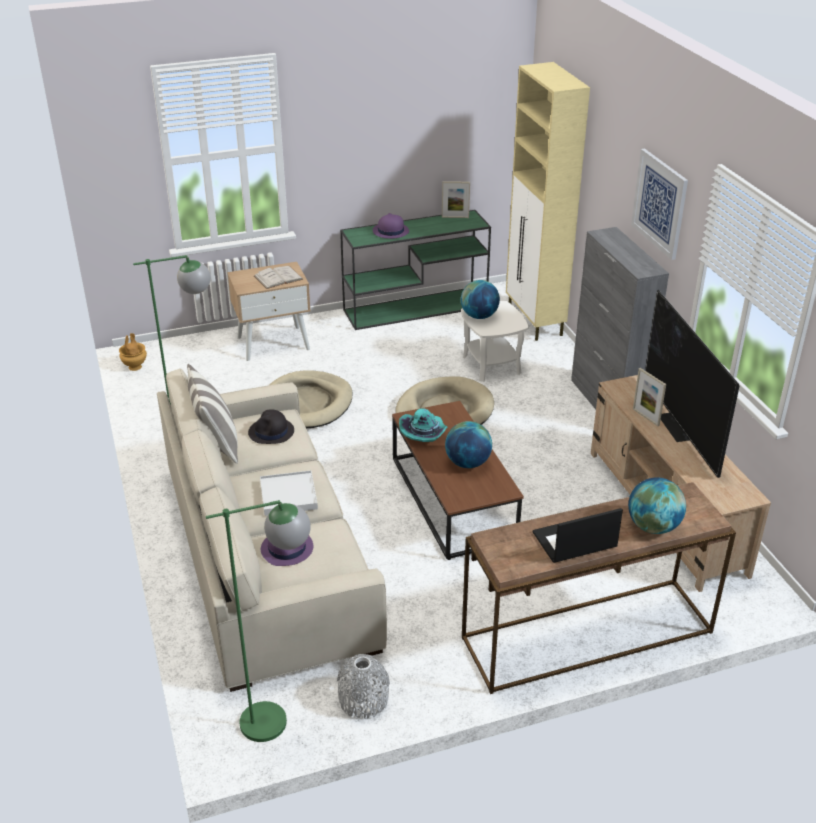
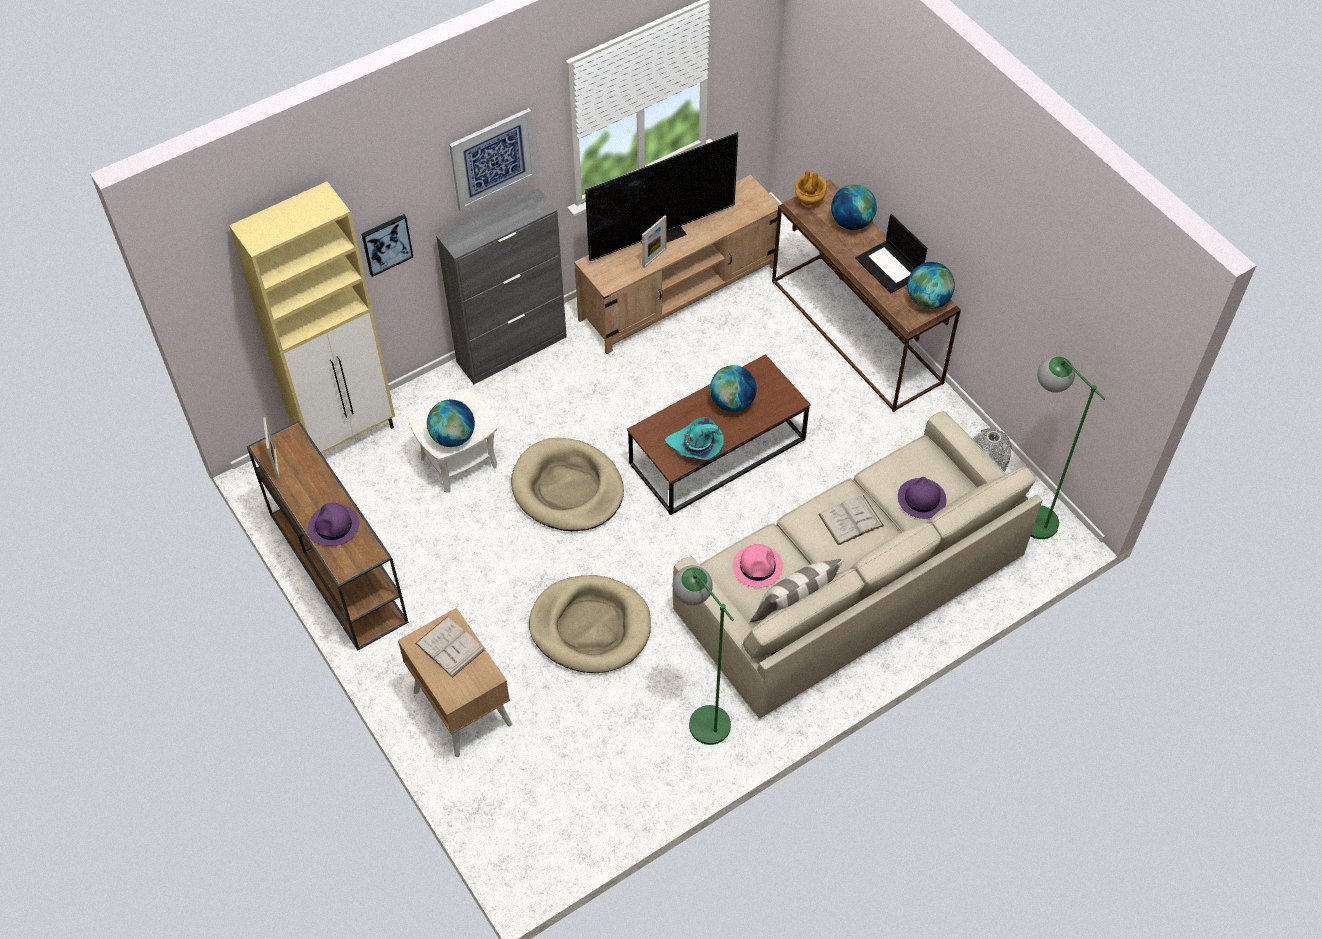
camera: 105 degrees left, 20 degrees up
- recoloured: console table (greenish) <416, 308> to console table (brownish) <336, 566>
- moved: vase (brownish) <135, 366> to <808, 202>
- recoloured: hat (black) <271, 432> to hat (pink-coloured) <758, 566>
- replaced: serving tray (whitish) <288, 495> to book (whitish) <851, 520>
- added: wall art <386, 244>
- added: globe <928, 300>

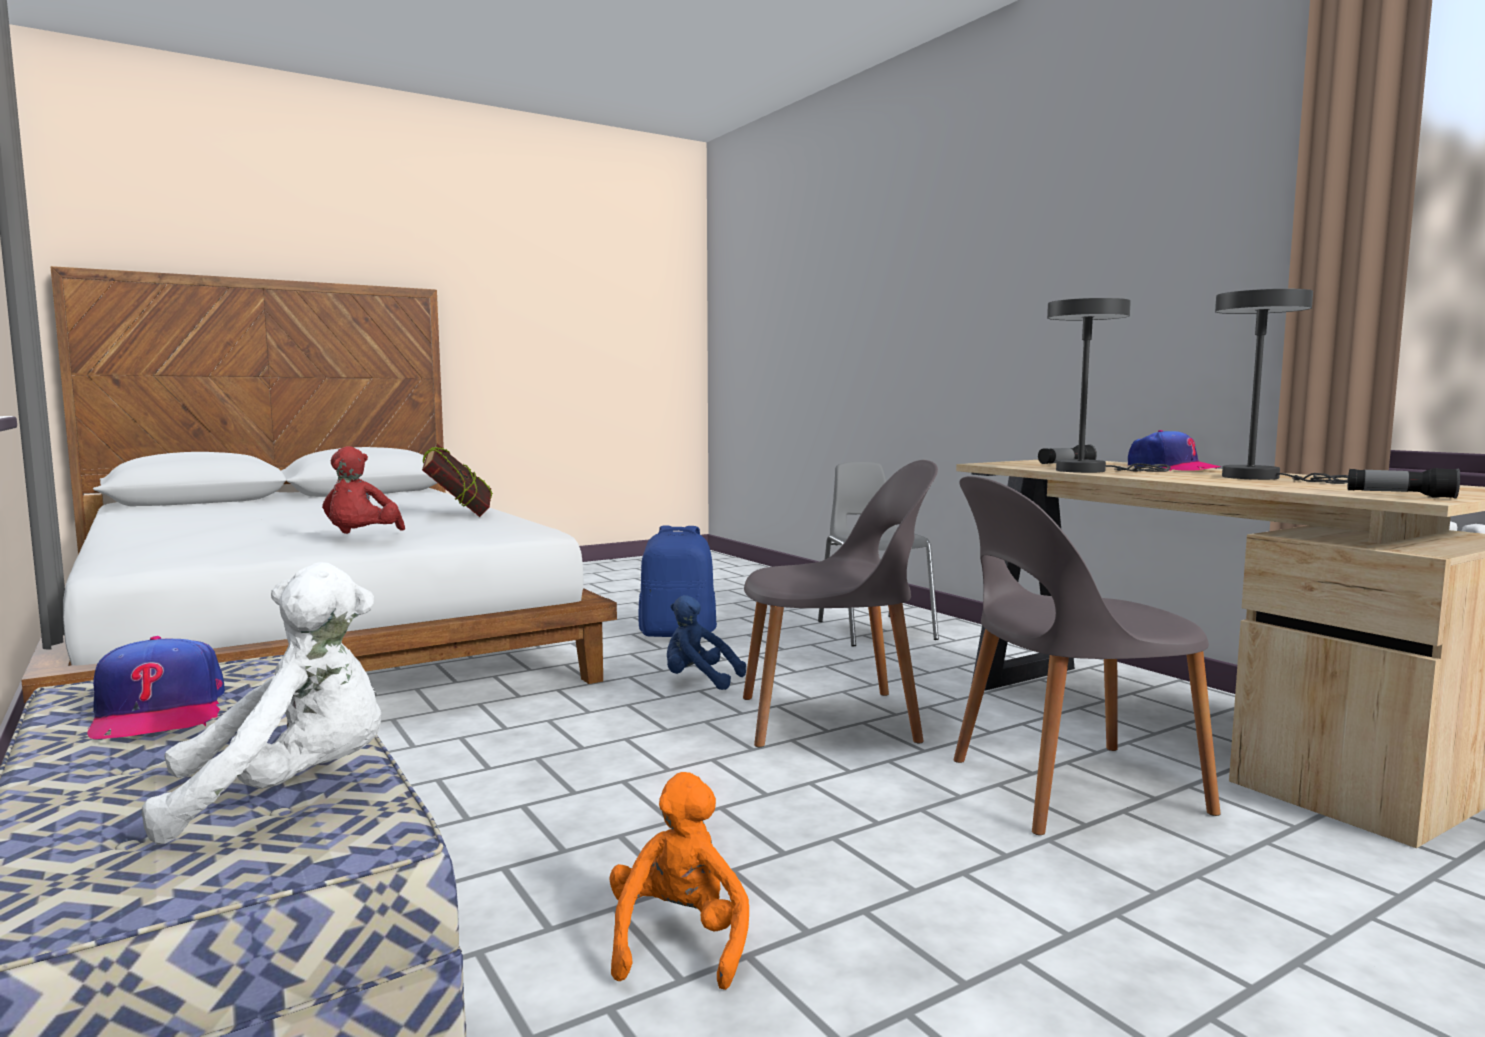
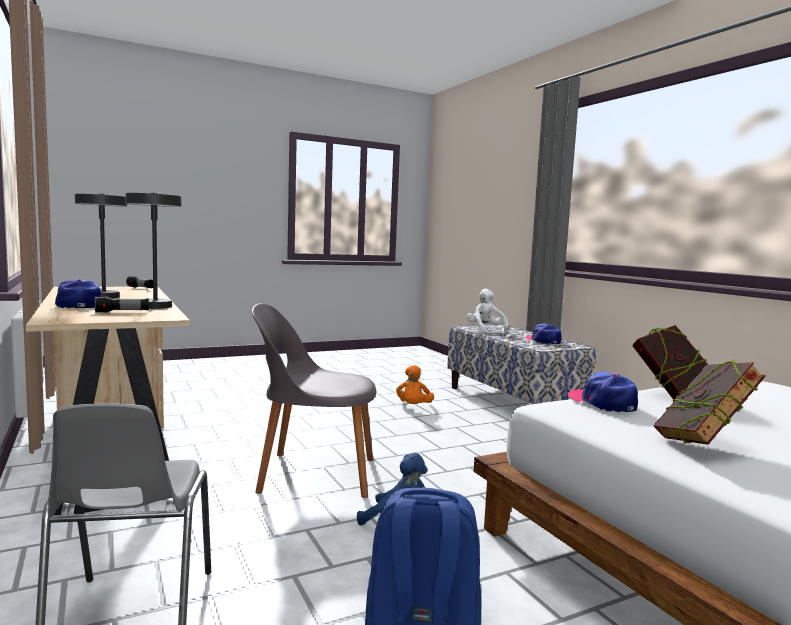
camera: 175 degrees left, 0 degrees up
- replaced: soft toy (red) <361, 539> to book <671, 395>
- removed: plain chair (grey) <1069, 787>
- turned: soft toy (whitish) <288, 792> = <485, 330> 90 degrees clockwise
- added: cap <602, 402>

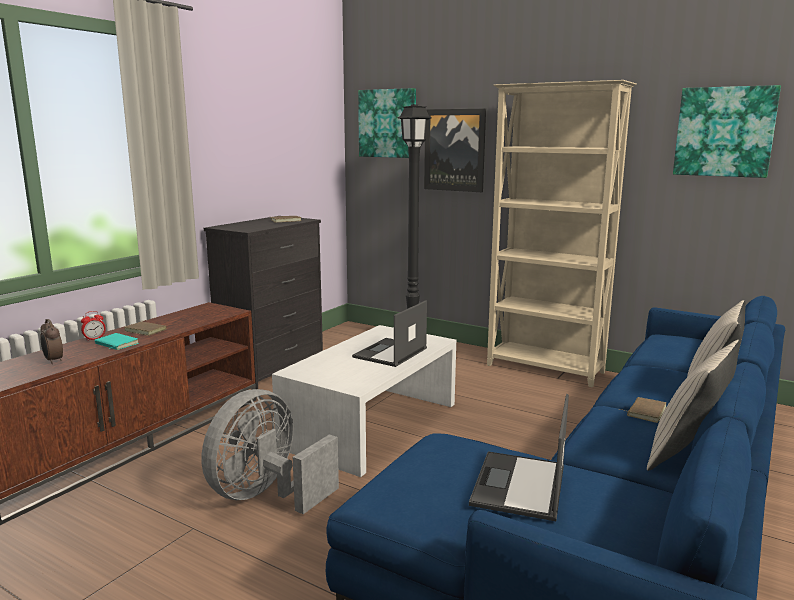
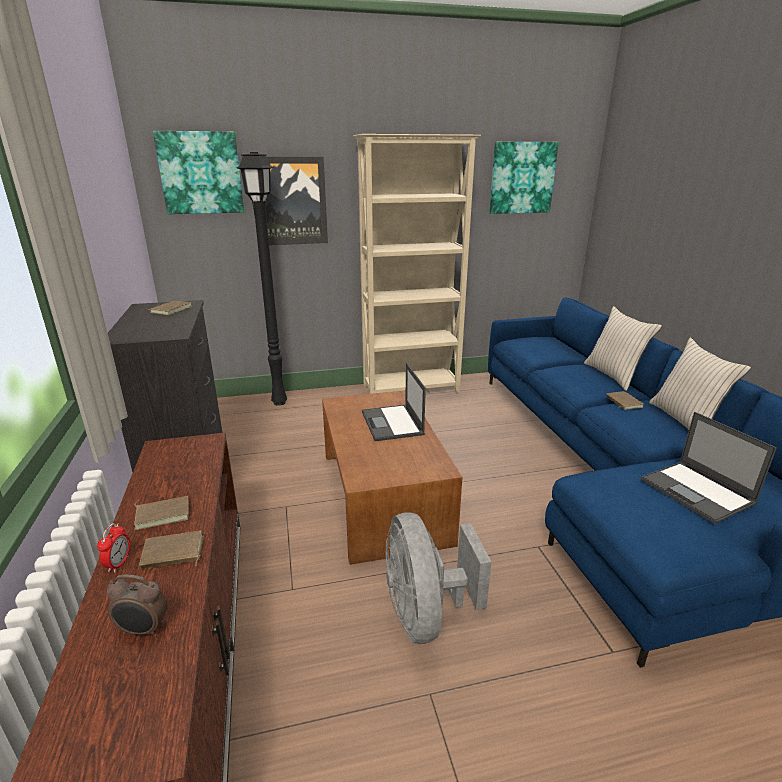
camera: 45 degrees left, 10 degrees up
- recoloured: low table (whitish) <372, 425> to low table (brownish) <384, 495>
- recoloured: book (blue-green) <115, 344> to book (brownish) <172, 554>

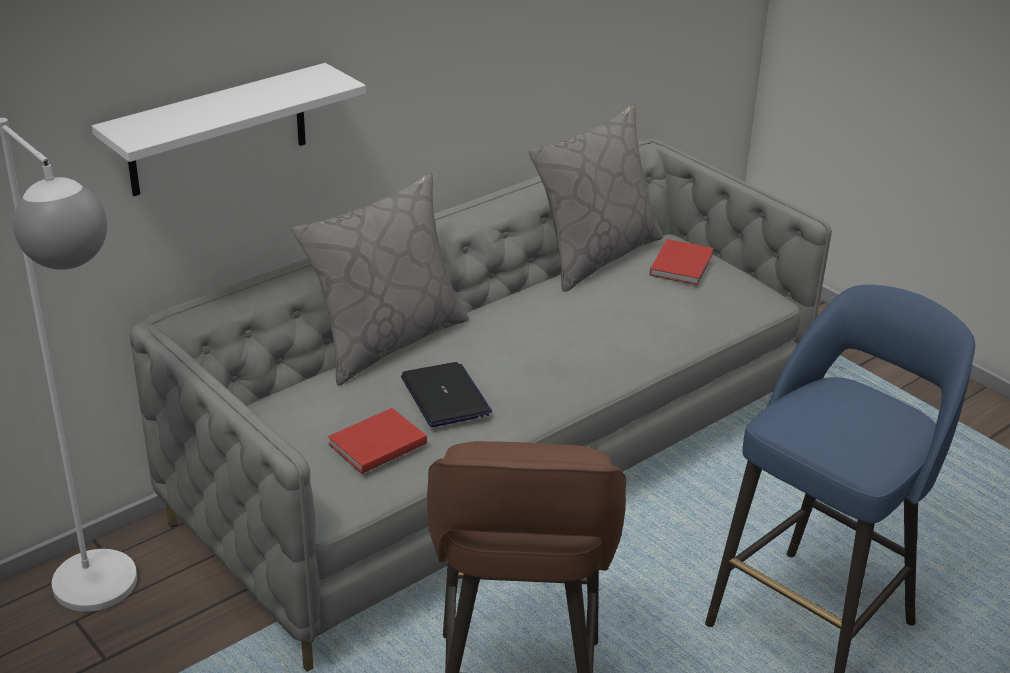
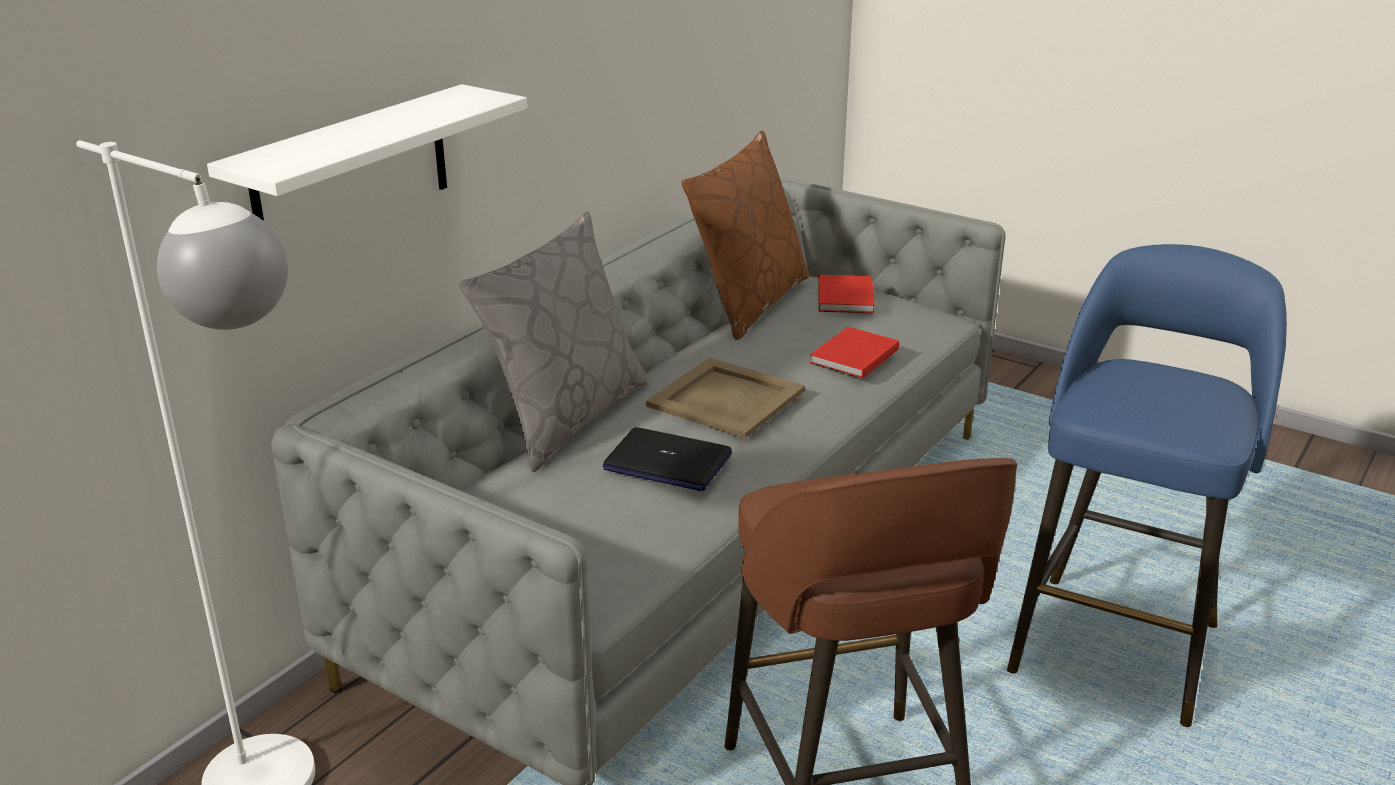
camera: 15 degrees left, 5 degrees down
- recoloured: pillow (grey) <595, 256> to pillow (brownish) <748, 302>
- turned: portable computer <445, 396> = <667, 462> 150 degrees clockwise
- moved: book (red) <374, 444> to <852, 357>
- added: serving tray (beige-coloured) <726, 397>

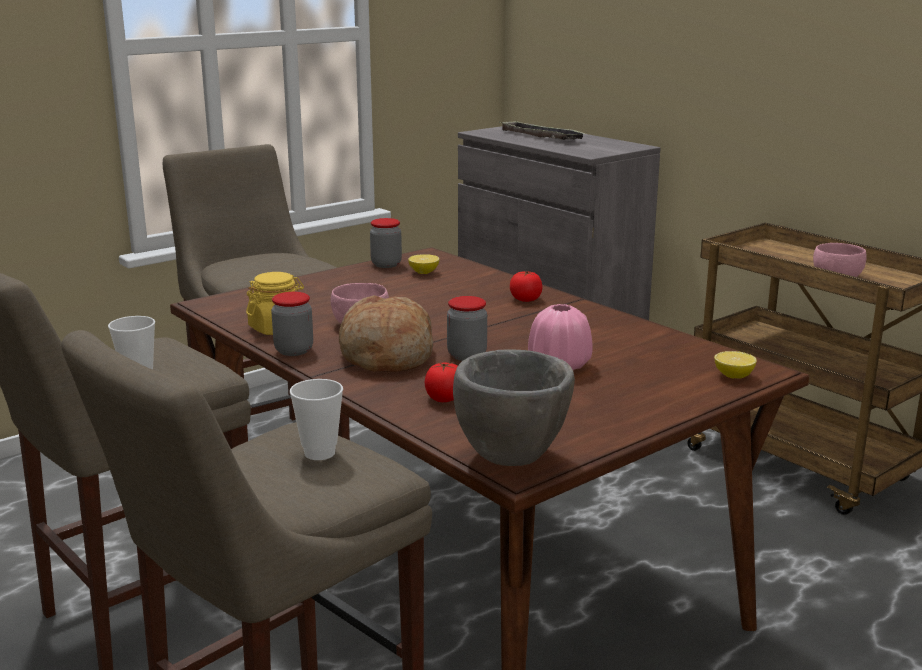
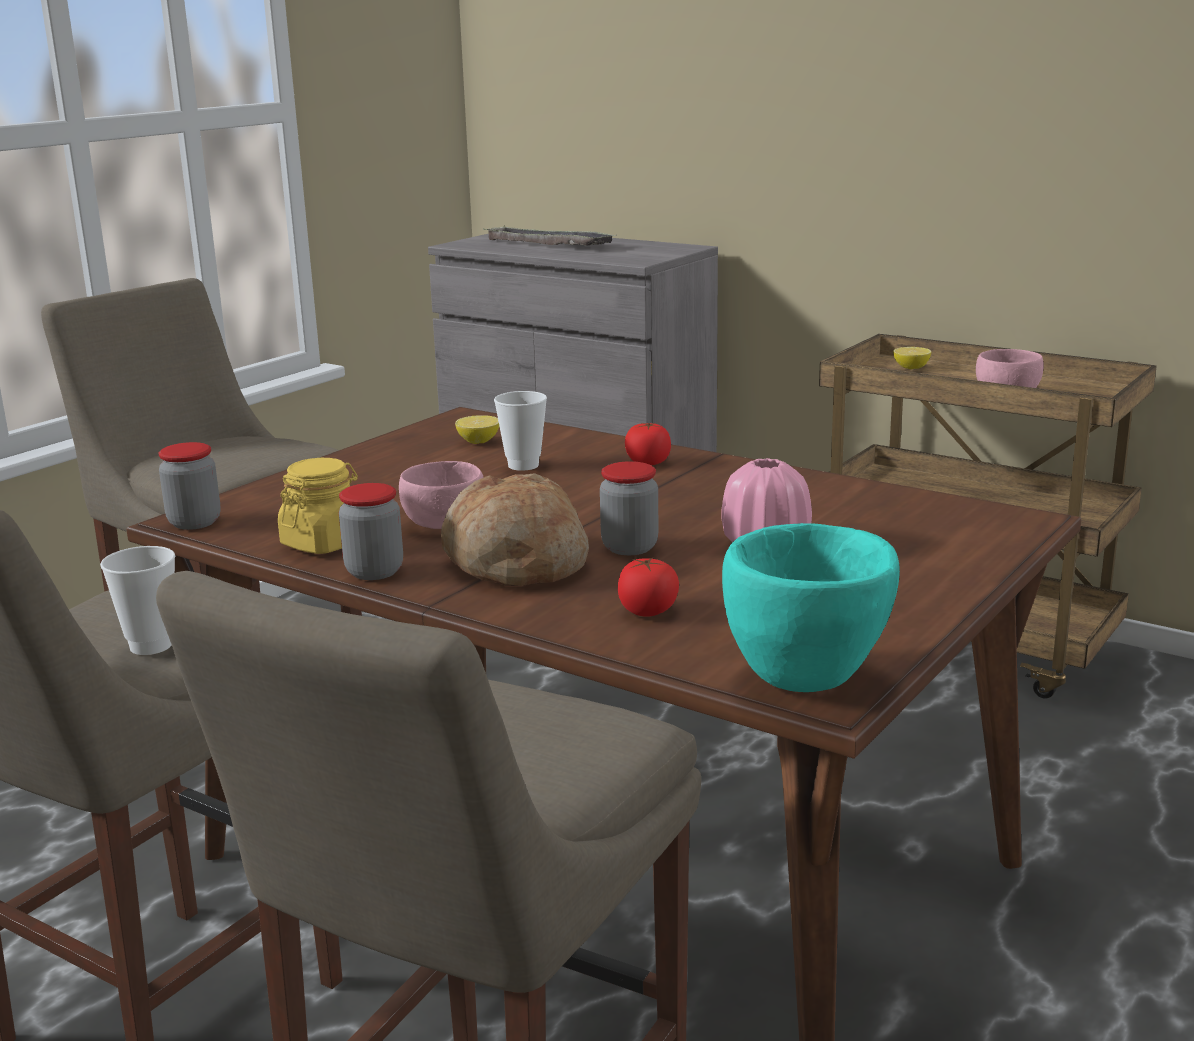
camera: 15 degrees left, 0 degrees up
- moved: storage jar <386, 264> to <194, 522>
- recoloured: deep dish (grey) <512, 458> to deep dish (blue-green) <806, 680>
- moved: whole lemon <733, 376> to <911, 368>
- moved: cup <319, 453> to <523, 465>

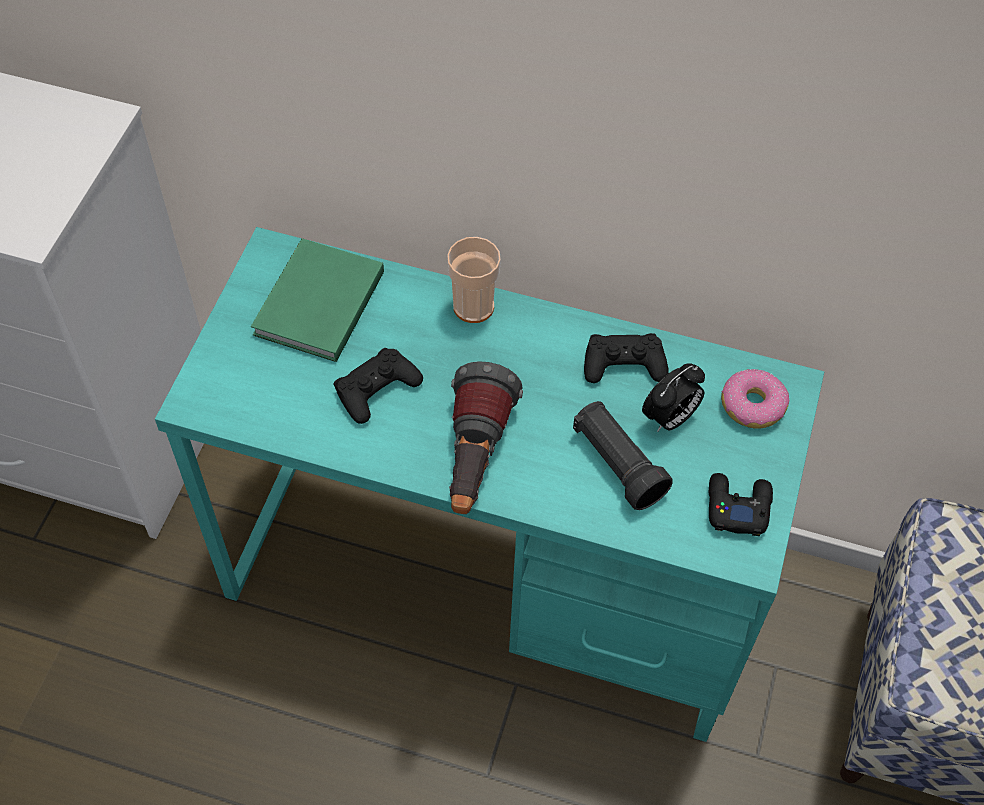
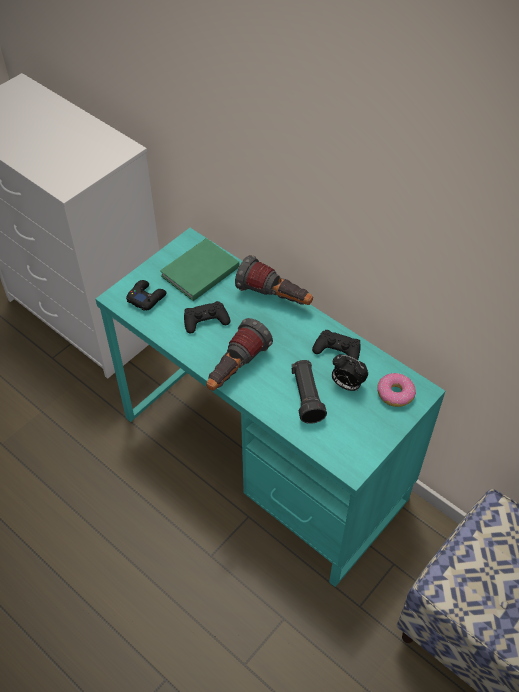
camera: 25 degrees right, 5 degrees down
- replaced: cup <473, 306> to torch <275, 297>
- turned: table clock <670, 418> = <346, 385> 45 degrees clockwise
- moved: joypad (black) <737, 506> to <146, 298>

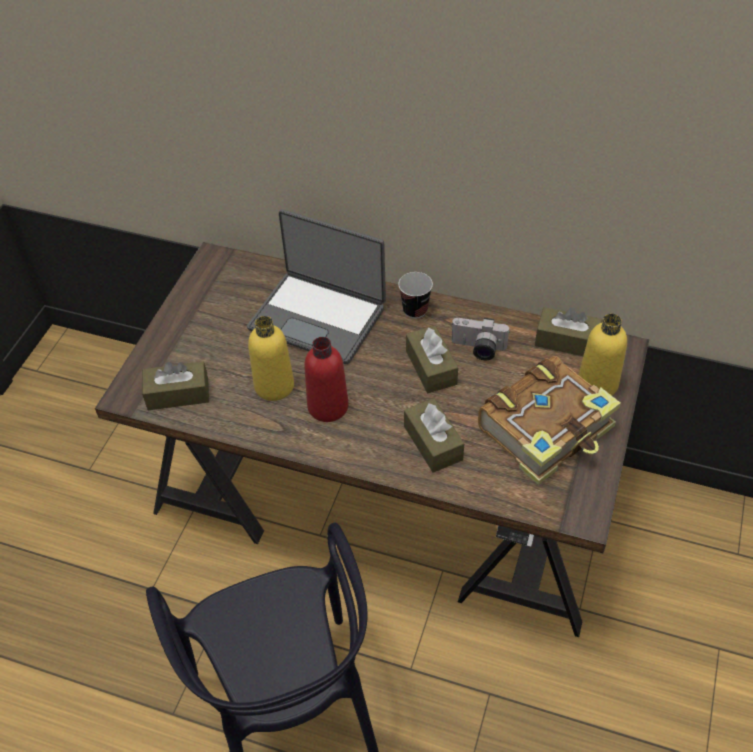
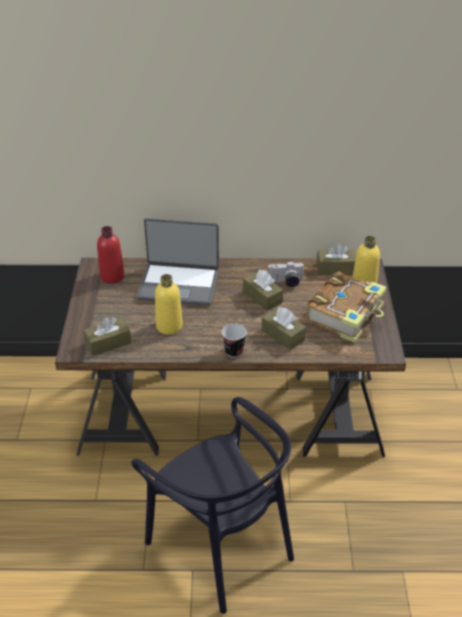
camera: 20 degrees left, 10 degrees down
- moved: cup <415, 310> to <234, 352>
- moved: drink bottle (red) <328, 406> to <112, 276>

